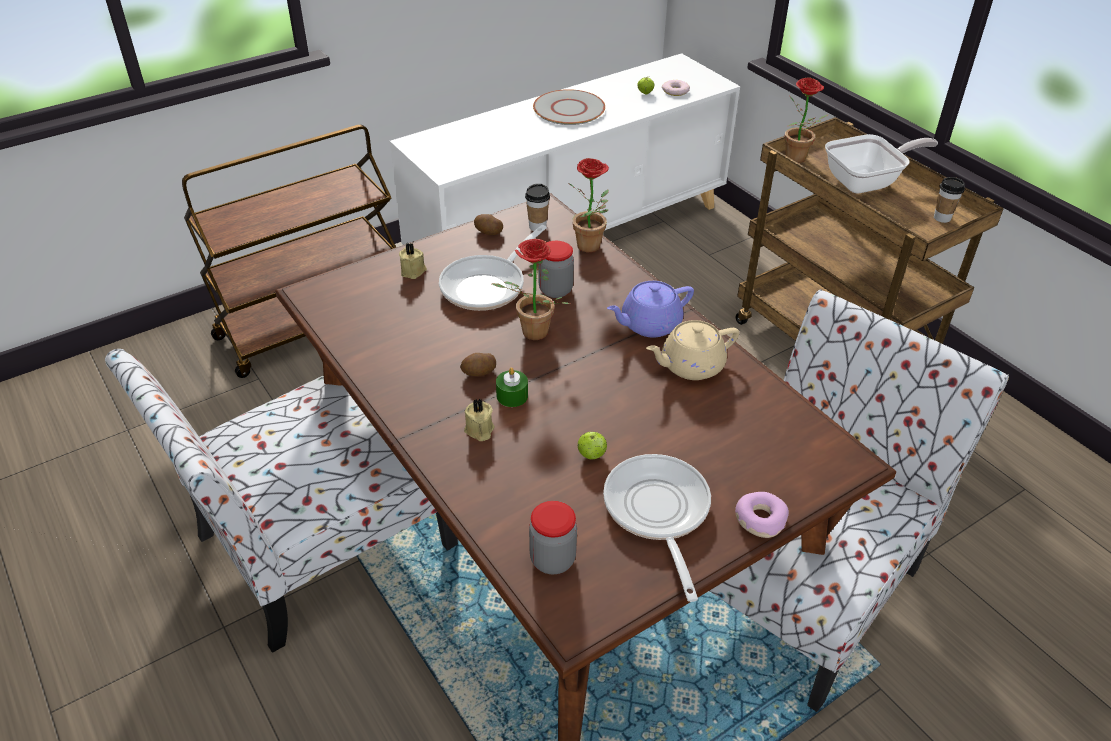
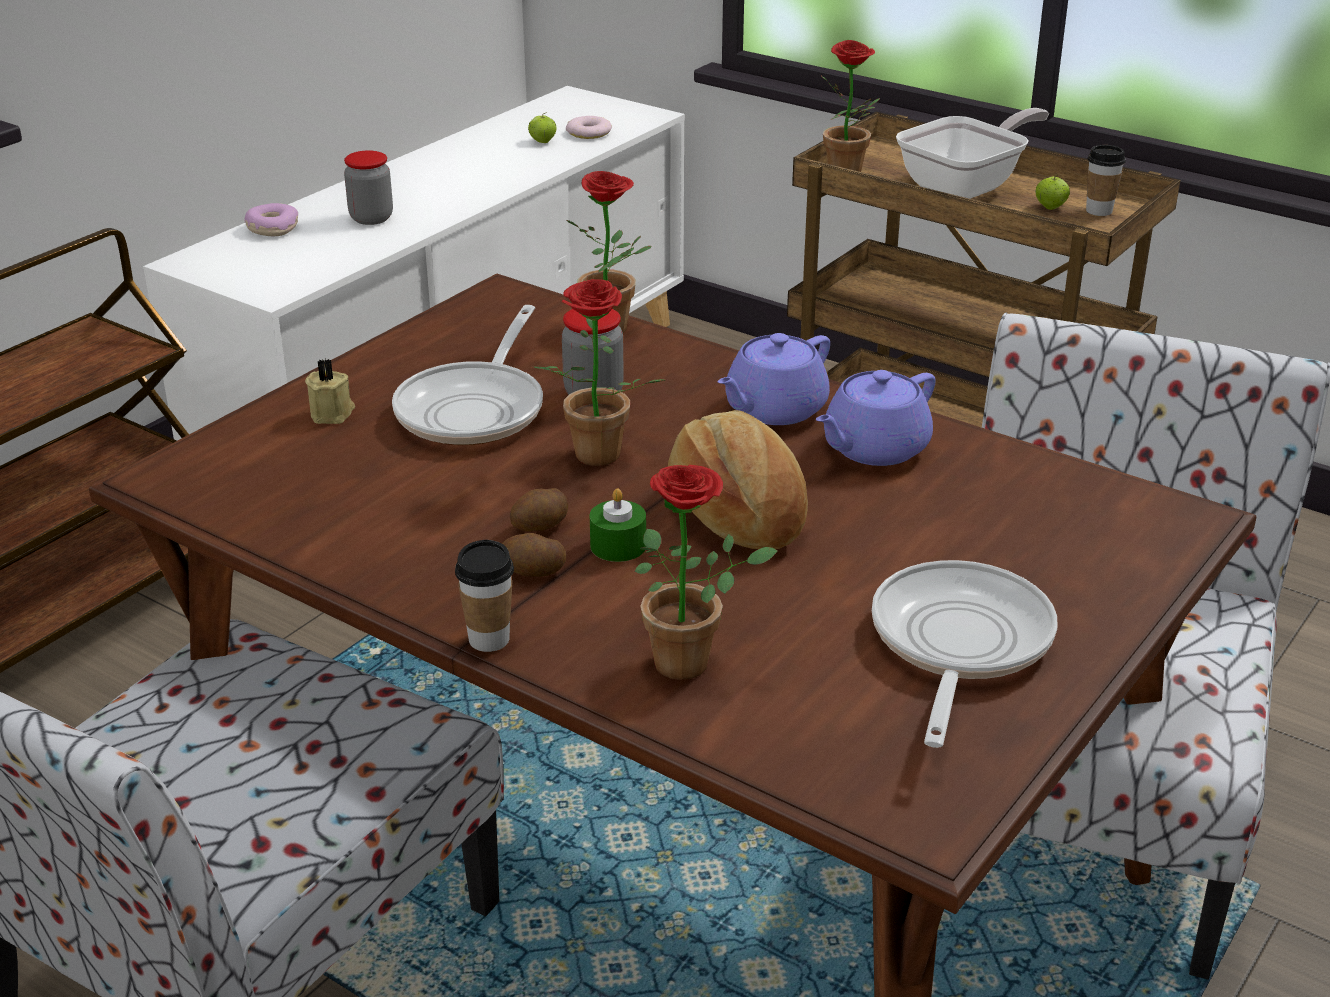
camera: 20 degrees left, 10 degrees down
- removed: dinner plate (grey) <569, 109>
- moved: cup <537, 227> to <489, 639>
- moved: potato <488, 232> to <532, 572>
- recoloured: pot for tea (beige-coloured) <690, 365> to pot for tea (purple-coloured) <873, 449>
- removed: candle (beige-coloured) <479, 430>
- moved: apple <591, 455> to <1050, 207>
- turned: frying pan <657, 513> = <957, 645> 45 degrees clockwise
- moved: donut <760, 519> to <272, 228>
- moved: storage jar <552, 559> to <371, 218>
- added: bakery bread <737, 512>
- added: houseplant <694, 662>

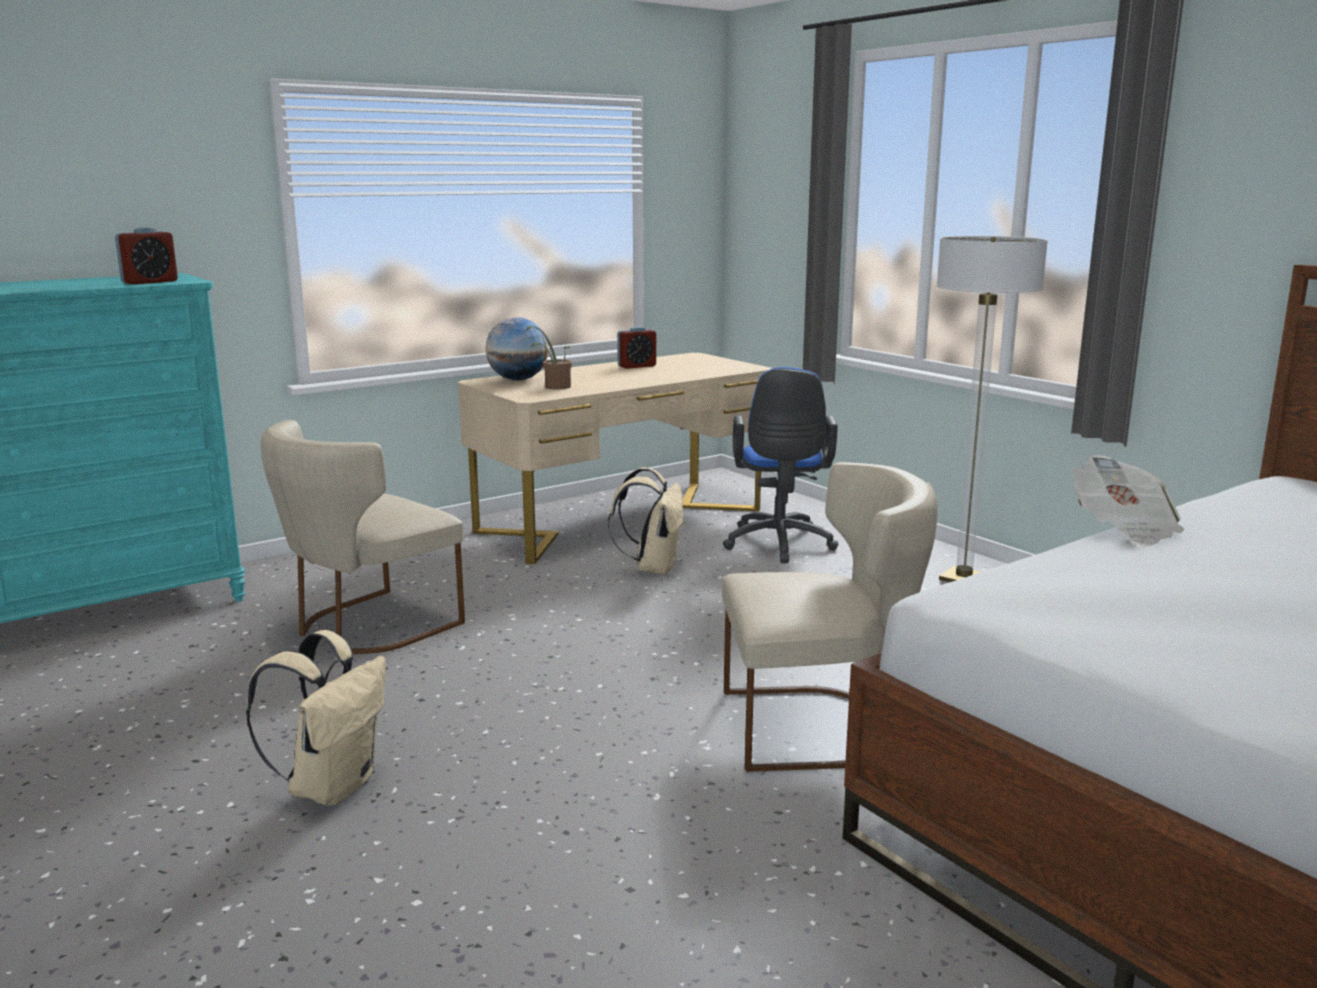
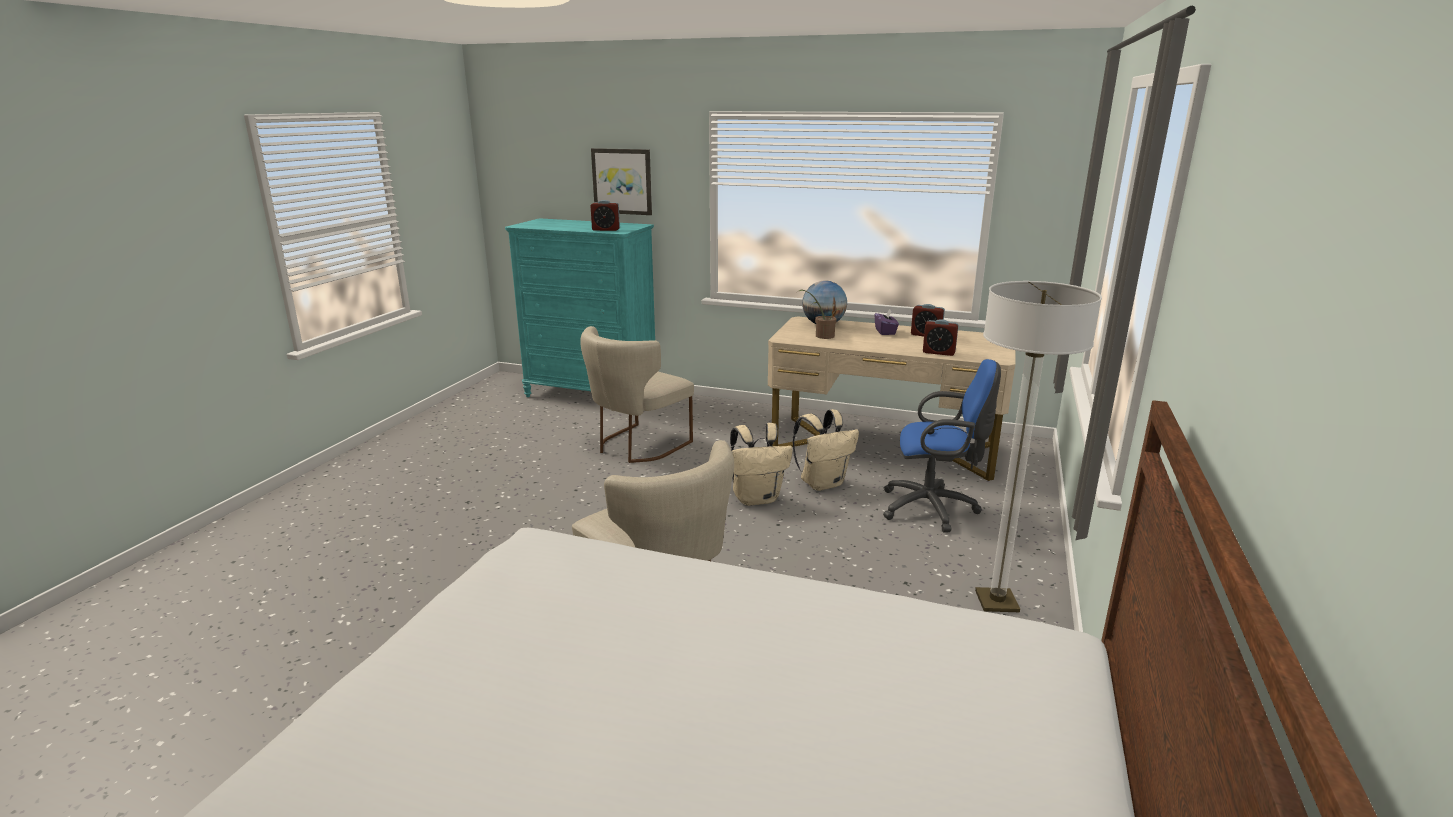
camera: 55 degrees right, 5 degrees up
- turned: computer chair (blue) <779, 545> = <933, 509> 135 degrees counterclockwise
- turned: plain chair (beige-coloured) <367, 627> = <637, 446> 60 degrees counterclockwise
- removed: newspaper <1123, 529>
- moved: rucksack (beige-coloured) <332, 786> to <757, 498>
- added: wall art <622, 181>
- added: tissue holder (purple-coloured) <885, 332>
- added: table clock <938, 352>

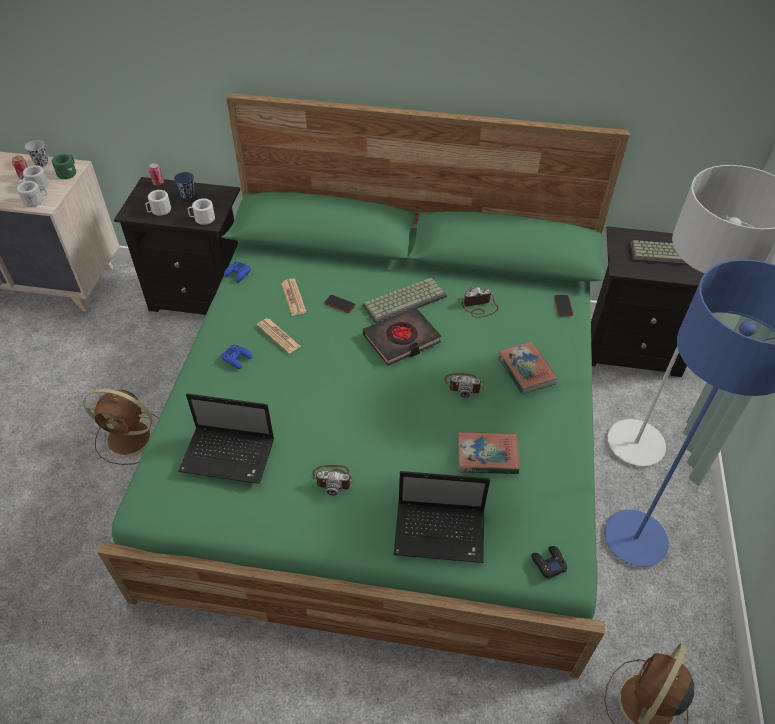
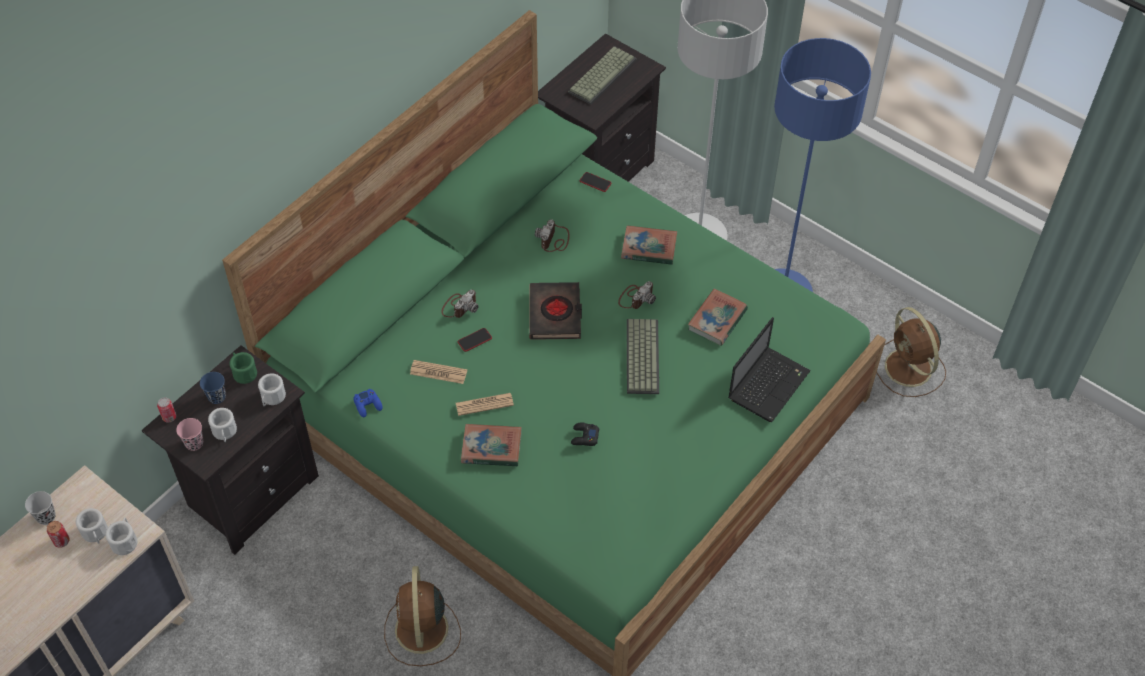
camera: 60 degrees left, 5 degrees up
- moved: mug (greenish) <68, 172> to <243, 372>
- moved: PC keyboard <405, 300> to <641, 355>
- replaced: joypad (blue) <237, 358> to book <491, 448>
- turned: cooling fan (brownish) <131, 438> = <421, 631> 135 degrees clockwise
- removed: portable computer <230, 456>
- moved: photo camera <333, 479> to <459, 306>
- moved: joypad (black) <548, 563> to <584, 437>
- added: cup (pink-coloured) <194, 443>

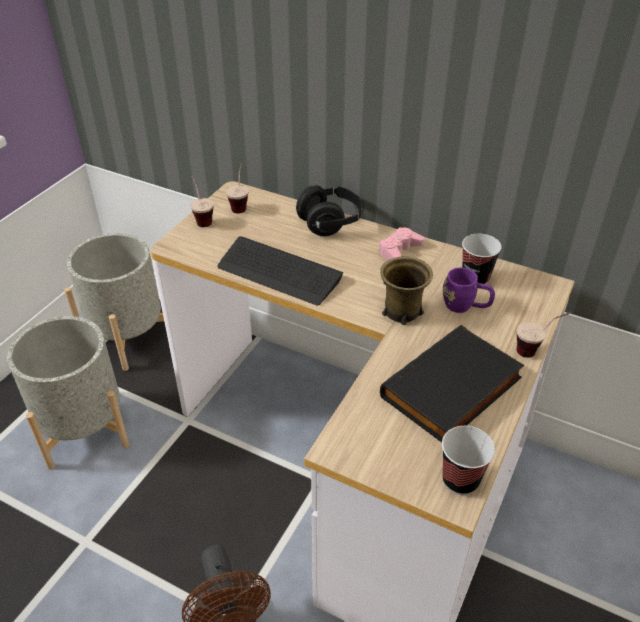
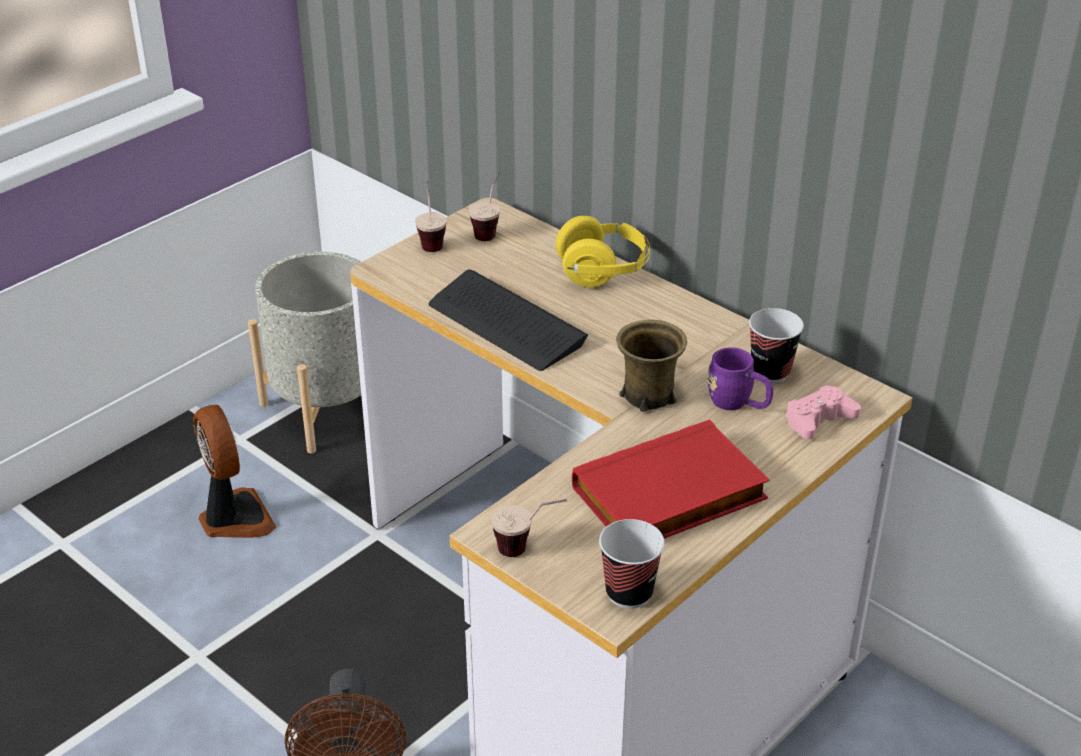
camera: 15 degrees right, 5 degrees down
- recoloured: headset (black) <330, 223> to headset (yellow-coloured) <603, 271>
- moved: joypad (pink-coloured) <399, 250> to <819, 420>
- moved: cup <536, 350> to <528, 549>
- replaced: flower pot (grey) <84, 429> to cooling fan <234, 518>
- recoloured: book (black) <453, 390> to book (red) <670, 496>

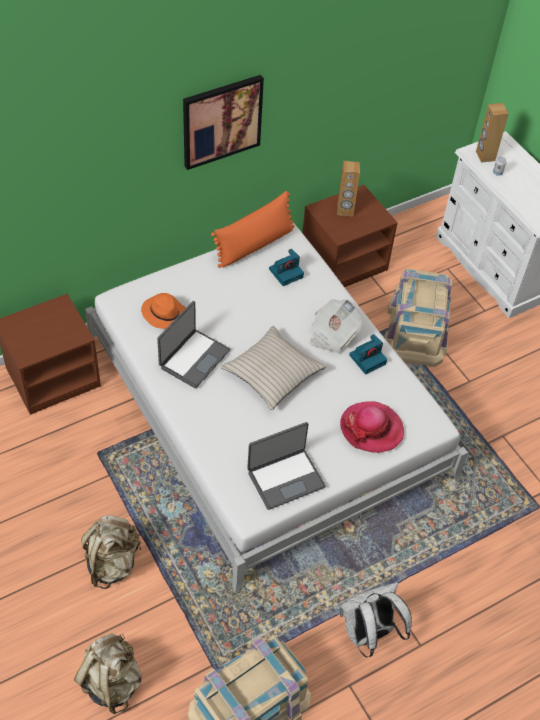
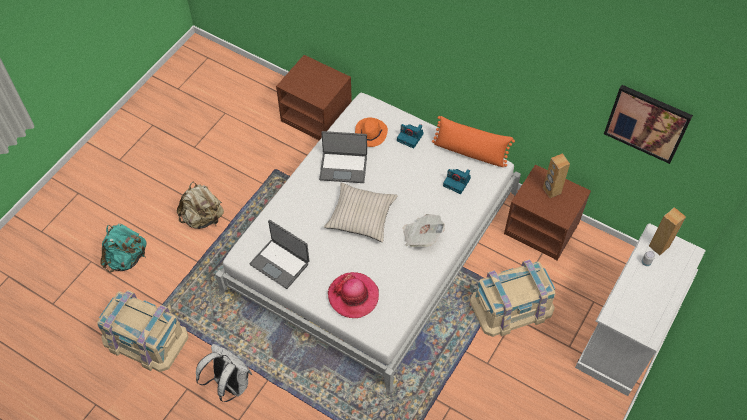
camera: 65 degrees right, 5 degrees up
- moved: wall art <221, 121> to <647, 123>
- moved: photo camera <368, 359> to <410, 137>
- recoloured: rucksack (beige-coloured) <112, 682> to rucksack (blue-green) <126, 258>

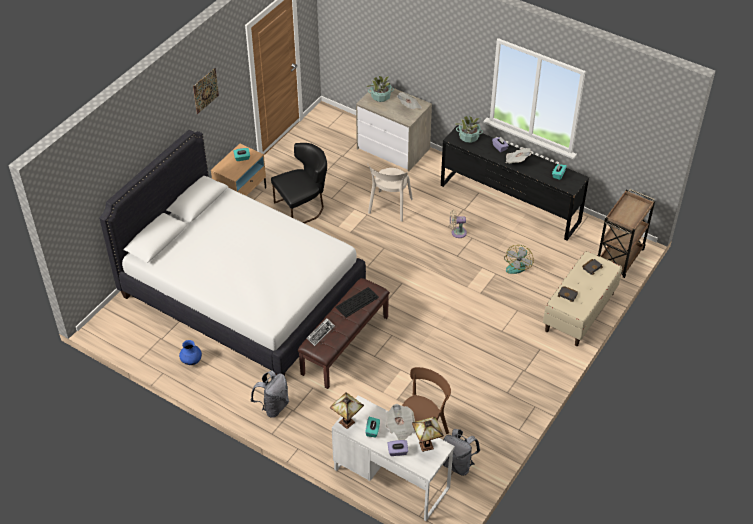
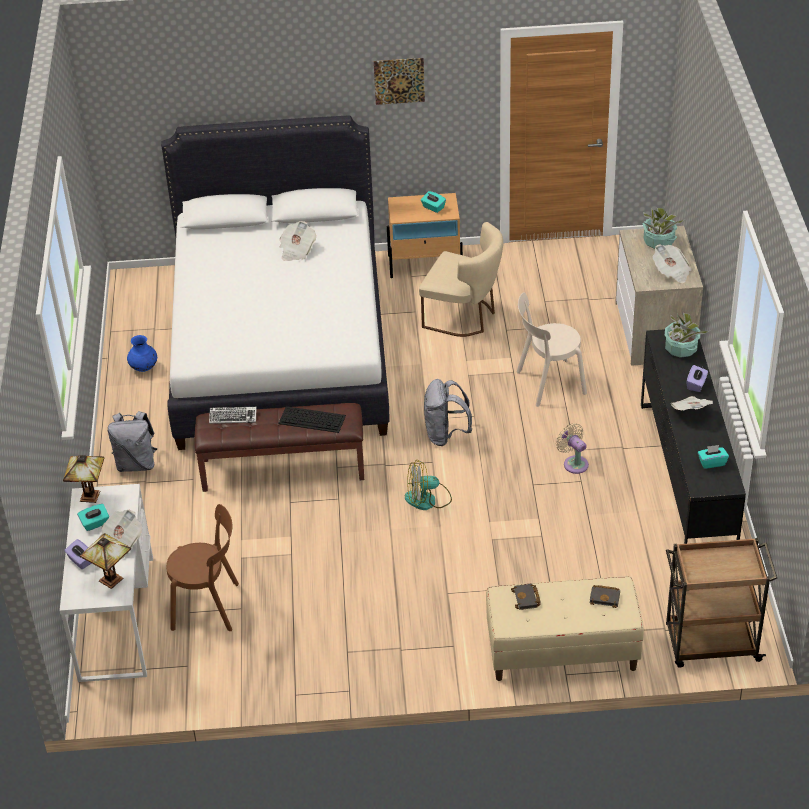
camera: 55 degrees right, 5 degrees down
- recoloured: plain chair (black) <303, 207> to plain chair (beige-coloured) <464, 317>
- moved: cooling fan <517, 265> to <428, 499>
- moved: rucksack (grey) <458, 464> to <446, 435>
- added: newspaper <297, 250>

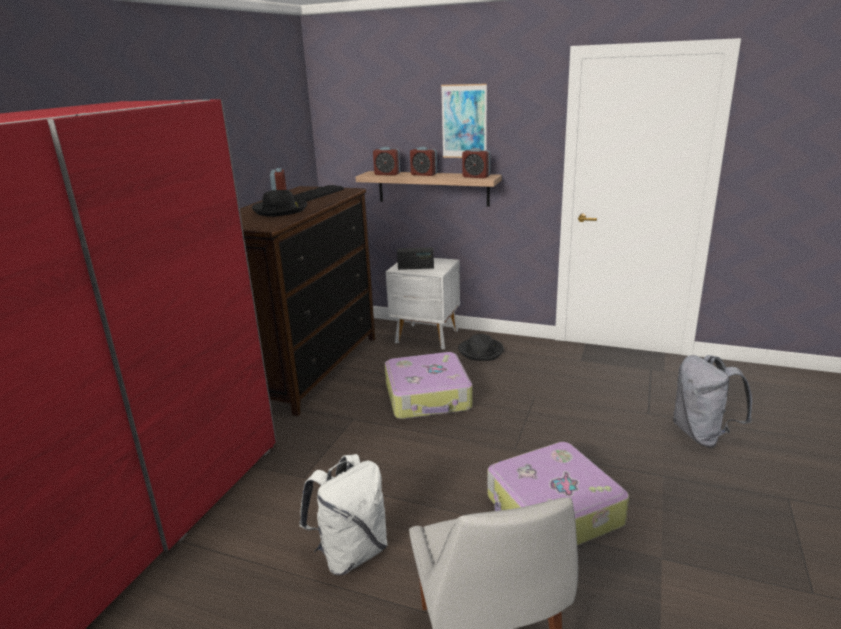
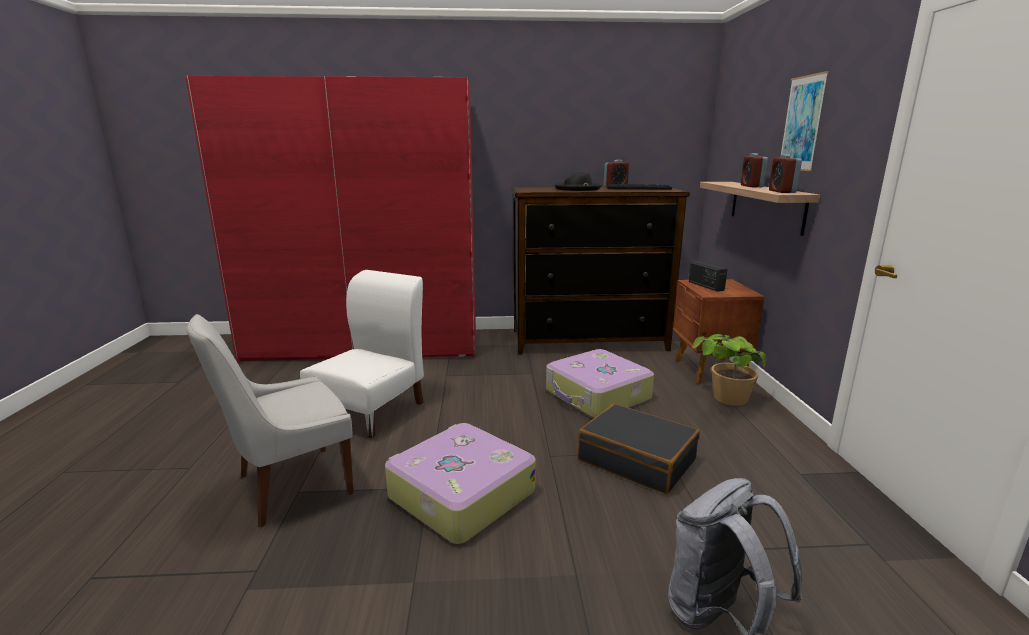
camera: 65 degrees right, 5 degrees down
- removed: table clock <387, 174>
- recoloured: nightstand (whitish) <427, 337> to nightstand (brownish) <709, 371>
- replaced: hat (black) <481, 351> to houseplant <722, 403>
- replaced: rucksack (whitish) <351, 553> to plain chair (whitish) <372, 411>
- added: travel case (black) <637, 460>

